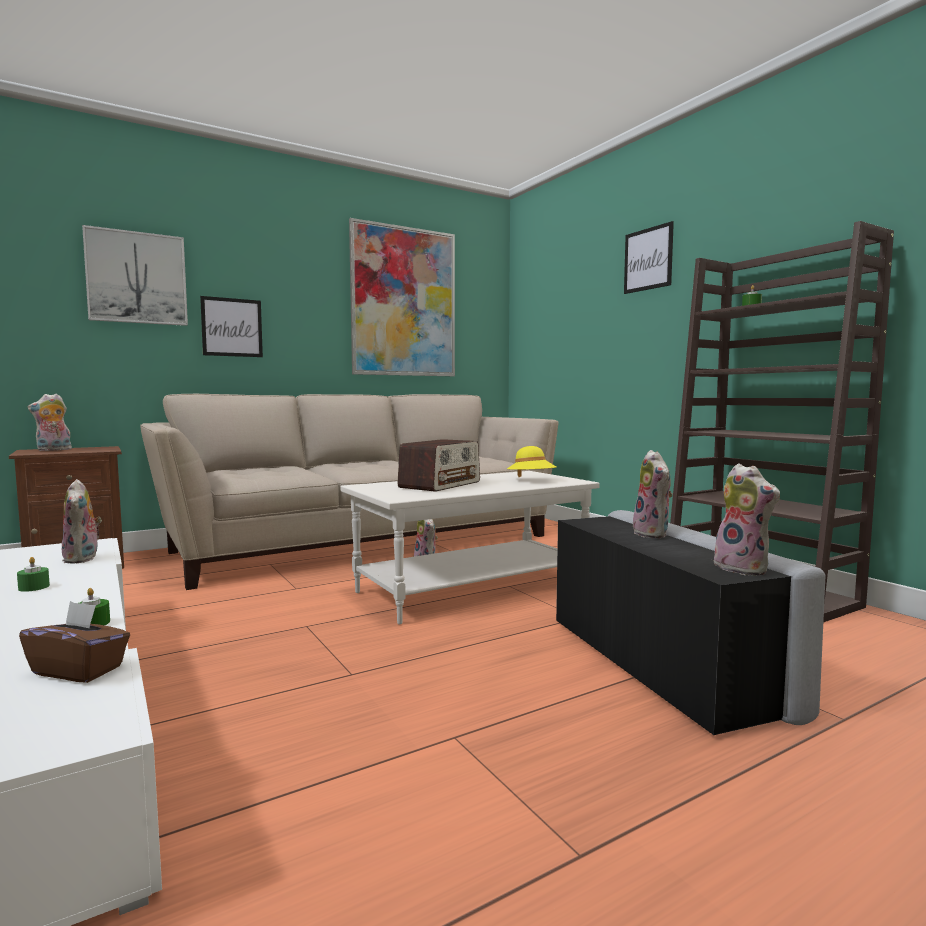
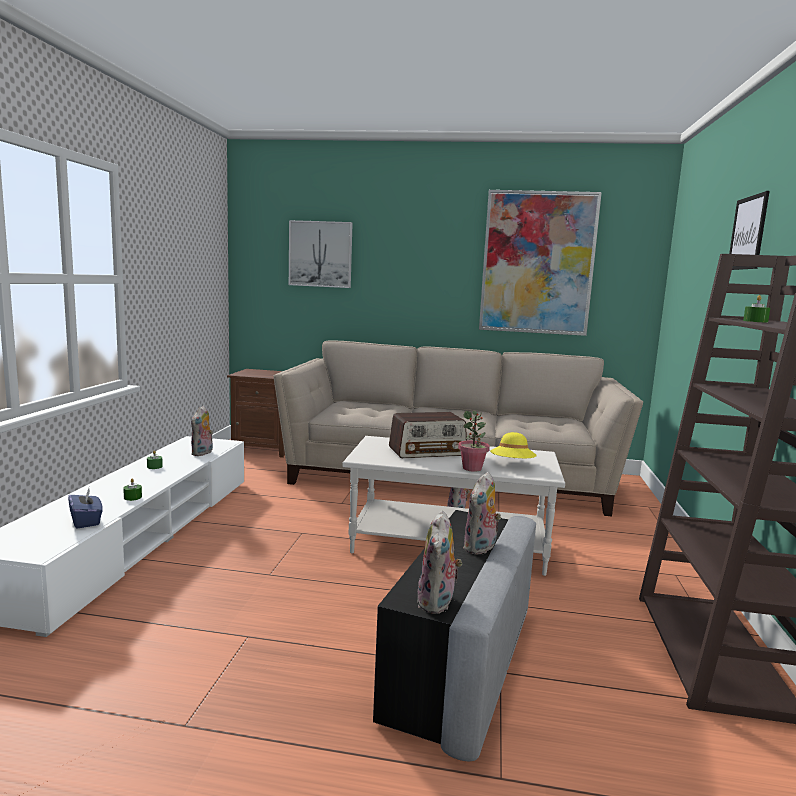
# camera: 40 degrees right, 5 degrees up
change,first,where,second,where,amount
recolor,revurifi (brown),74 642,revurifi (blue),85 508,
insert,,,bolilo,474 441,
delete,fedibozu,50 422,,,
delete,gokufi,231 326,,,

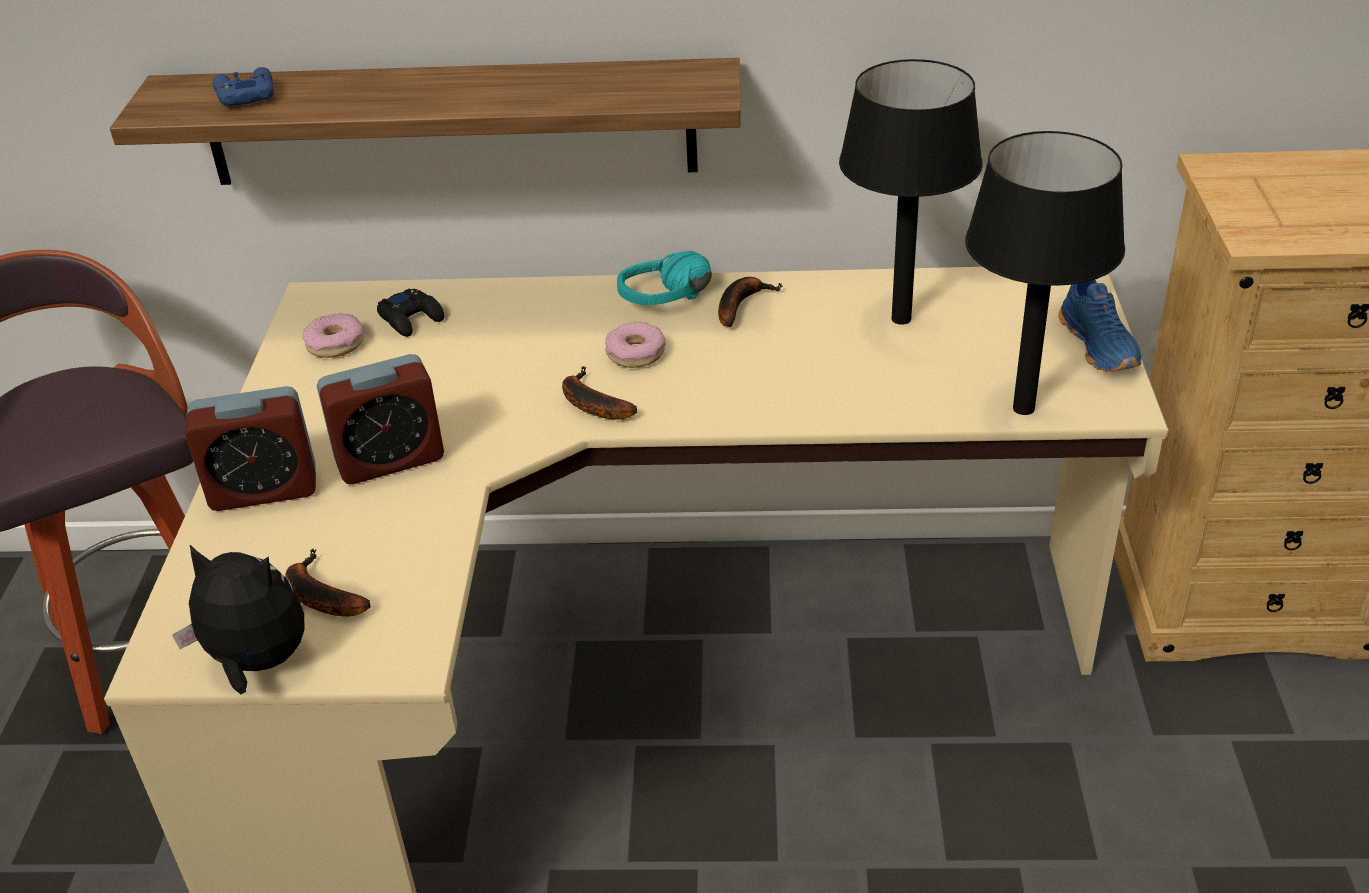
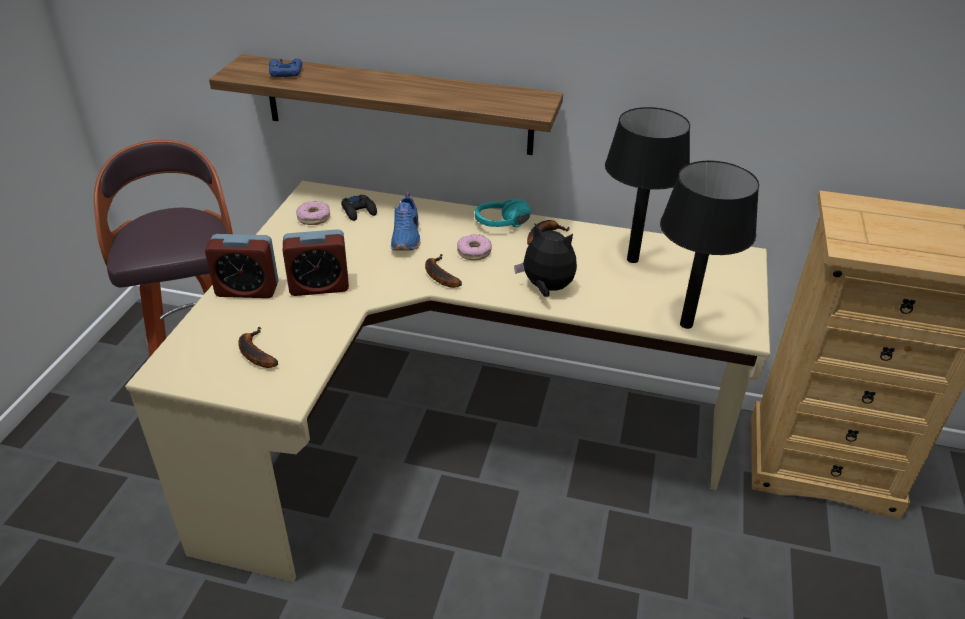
# camera: 10 degrees right, 0 degrees up
change,first,where,second,where,amount
move,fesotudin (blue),1099 326,,406 221,
move,fedibozu,238 619,,545 260,

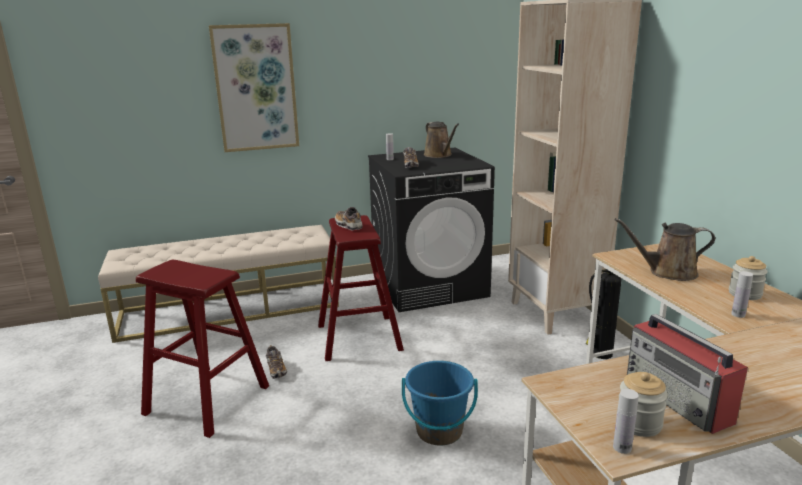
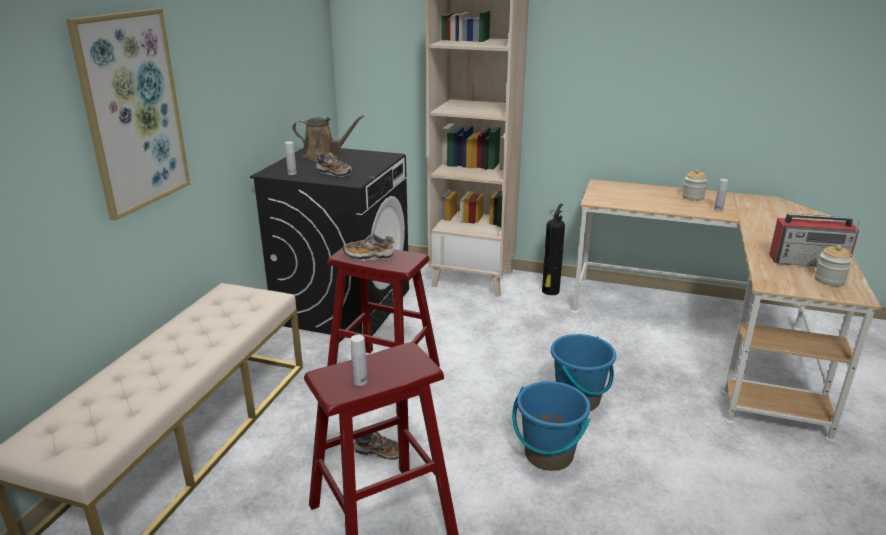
# camera: 55 degrees left, 5 degrees up
change,first,where,second,where,amount
move,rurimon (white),626 421,,359 360,
insert,,,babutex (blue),551 426,
delete,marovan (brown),665 249,,,

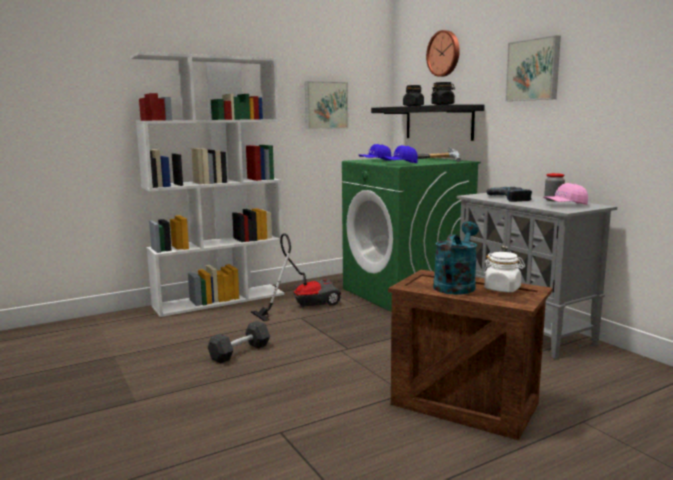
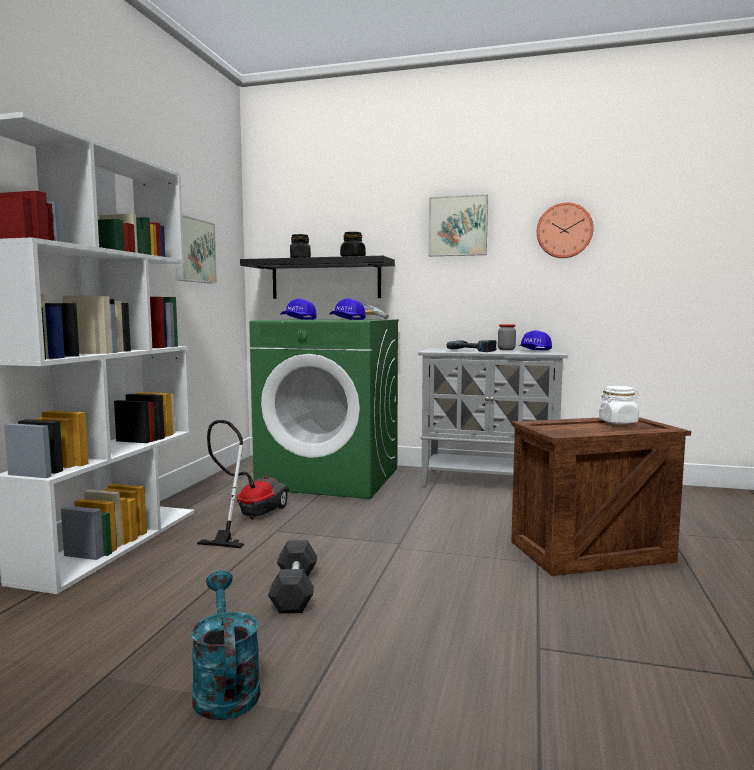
# camera: 45 degrees left, 5 degrees down
change,first,where,second,where,amount
move,marovan (turquoise),456 257,,225 645,
recolor,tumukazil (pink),565 194,tumukazil (blue),535 340,
move,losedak,443 53,,565 230,

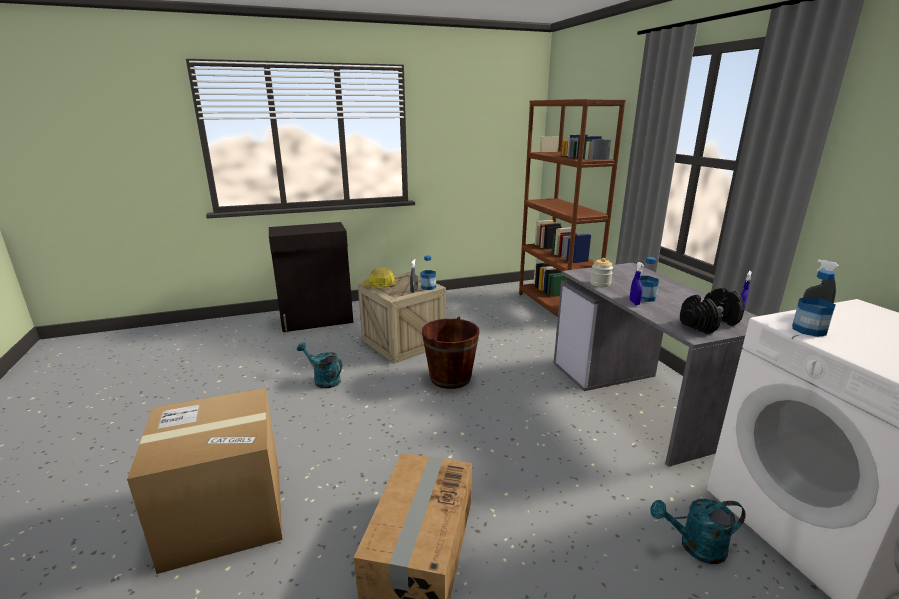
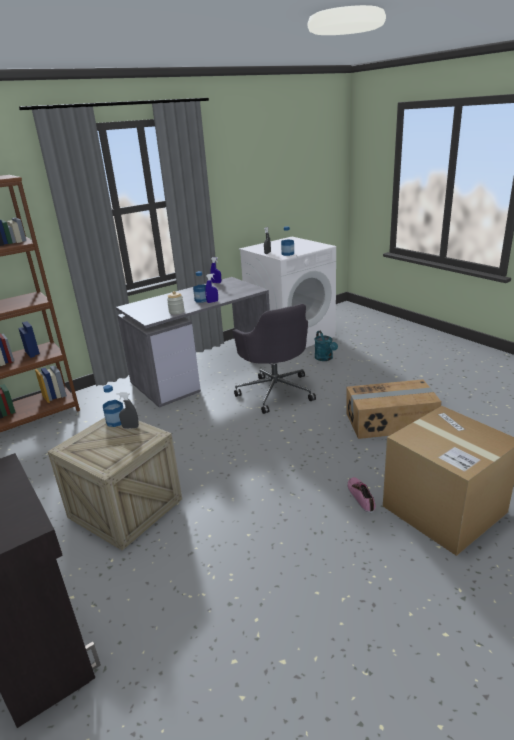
# camera: 105 degrees left, 5 degrees up
change,first,where,second,where,amount
insert,,,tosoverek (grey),274 359,
insert,,,fesotudin,361 495,
delete,marovan (turquoise),319 365,,,
delete,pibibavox,379 278,,,
delete,babutex (brown),451 353,,,
delete,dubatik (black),712 311,,,

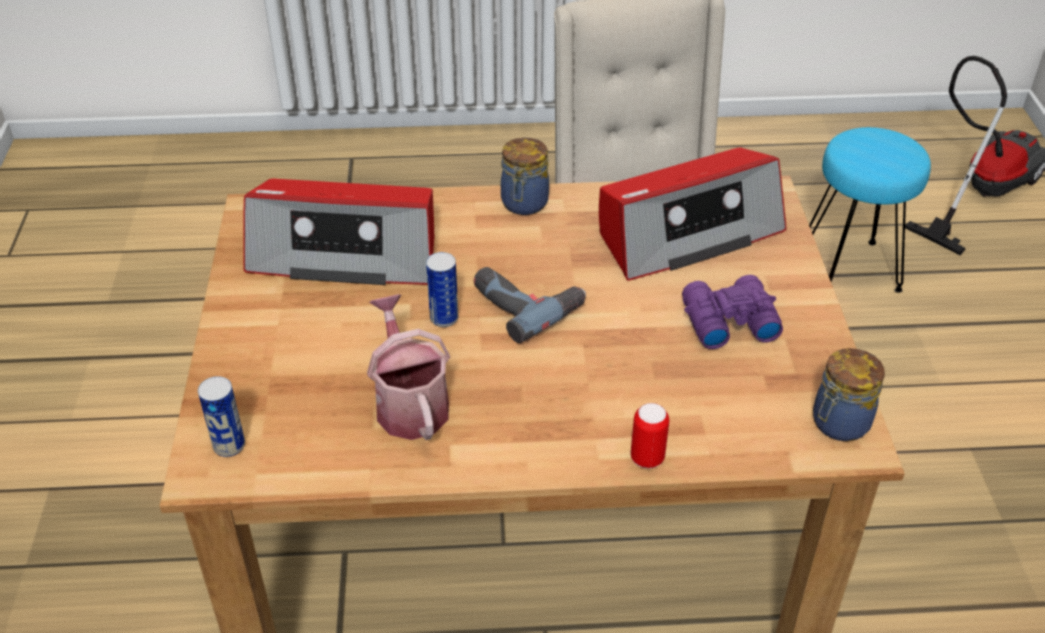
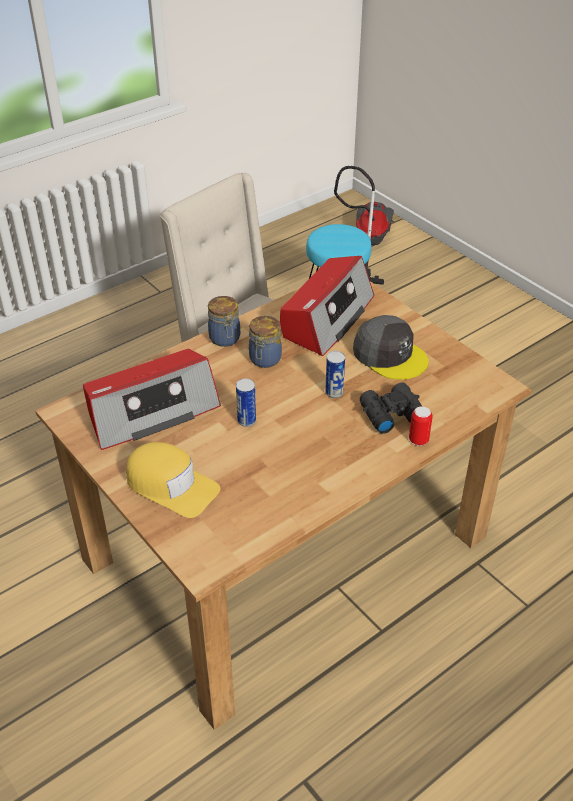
# camera: 35 degrees left, 0 degrees up
change,first,where,second,where,amount
insert,,,tumukazil (yellow),173 480,
move,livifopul,849 394,,265 342,
move,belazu,221 416,,335 374,
replace,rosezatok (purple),732 312,tumukazil (grey),391 347,
insert,,,rosezatok (black),391 408,
delete,marovan,408 367,,,
delete,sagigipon,530 305,,,

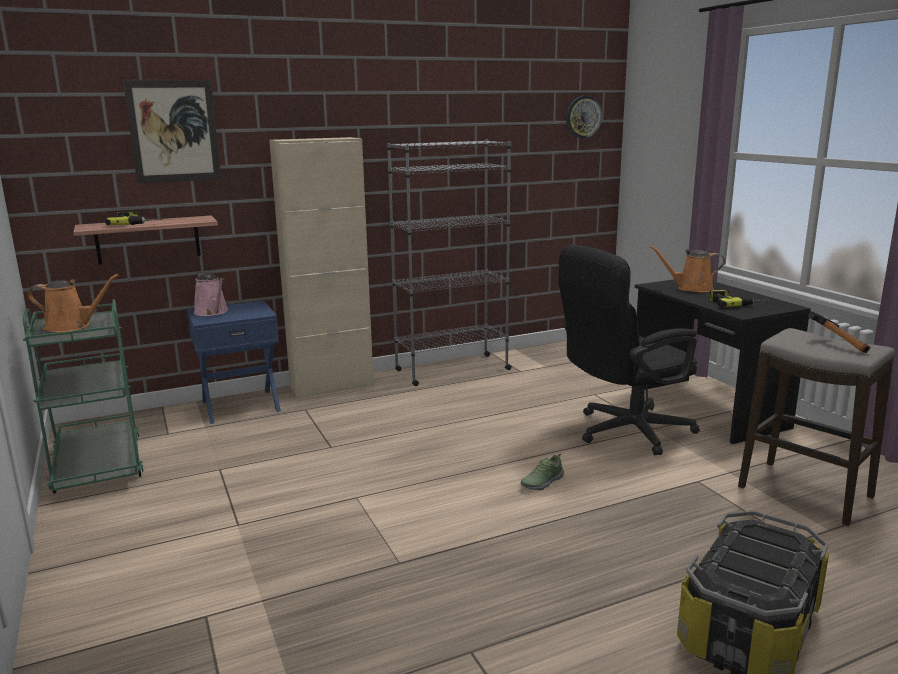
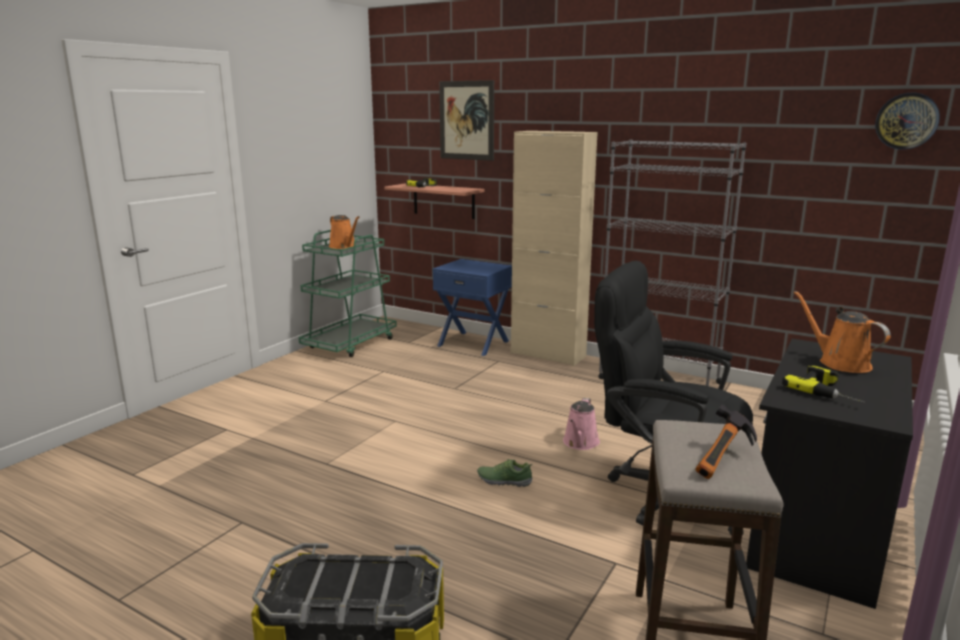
# camera: 55 degrees right, 0 degrees up
change,first,where,second,where,amount
move,marovan (pink),211 294,,581 424,

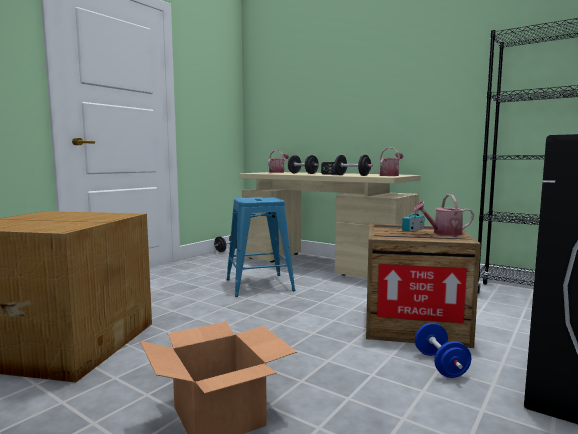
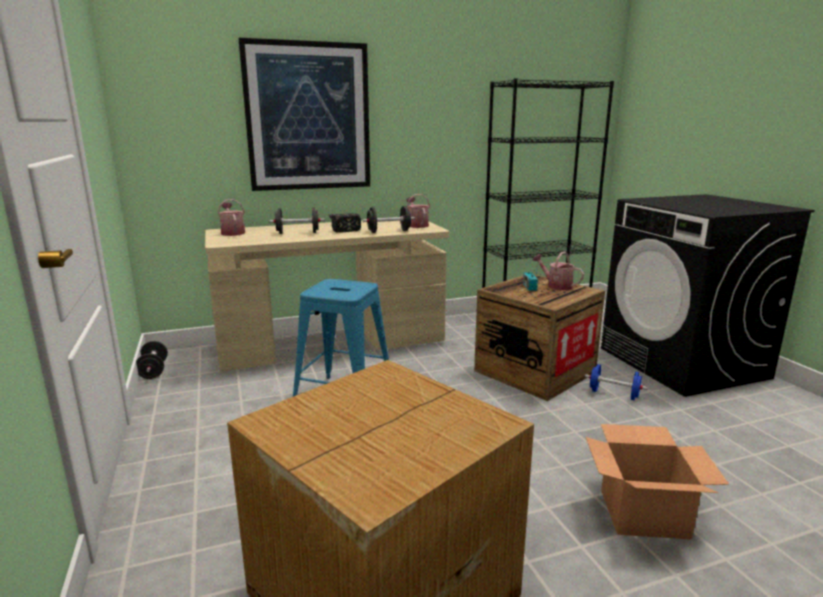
# camera: 55 degrees left, 10 degrees up
change,first,where,second,where,amount
insert,,,gokufi,304 114,
rotate,marovan,444 215,,558 270,105 degrees clockwise

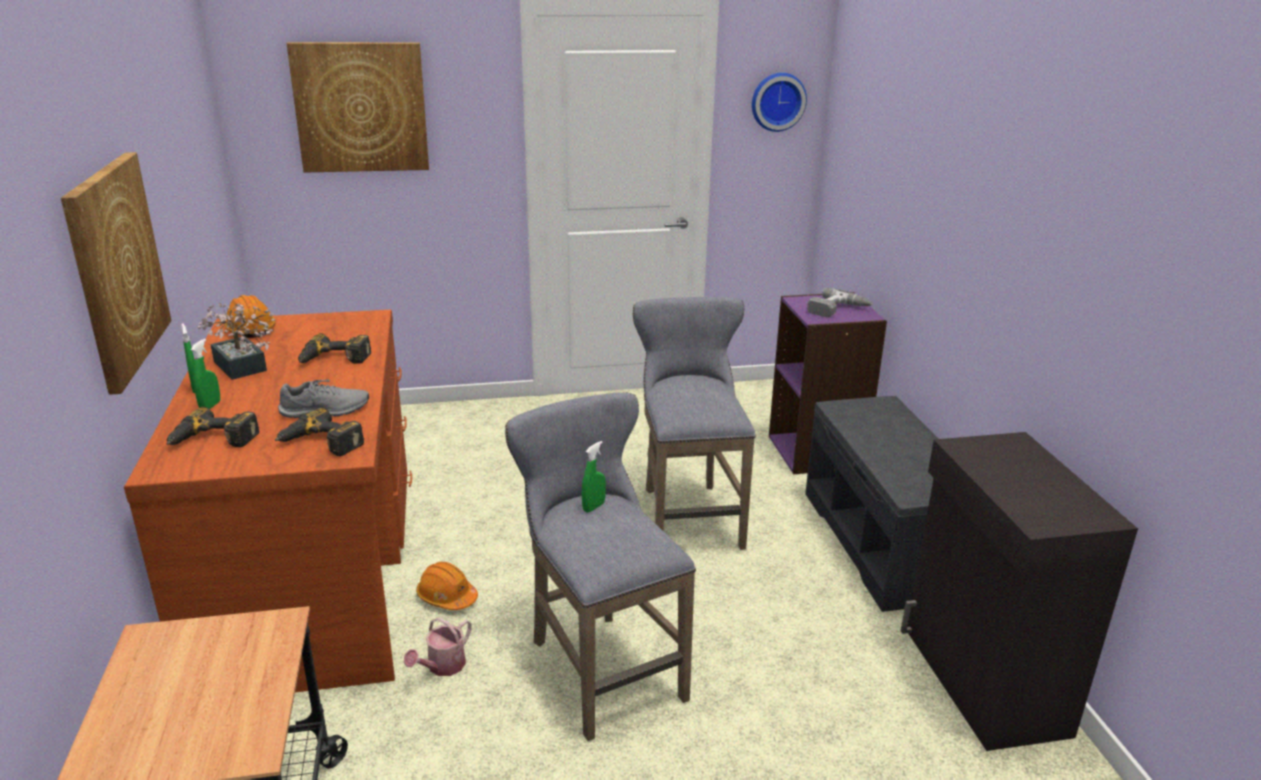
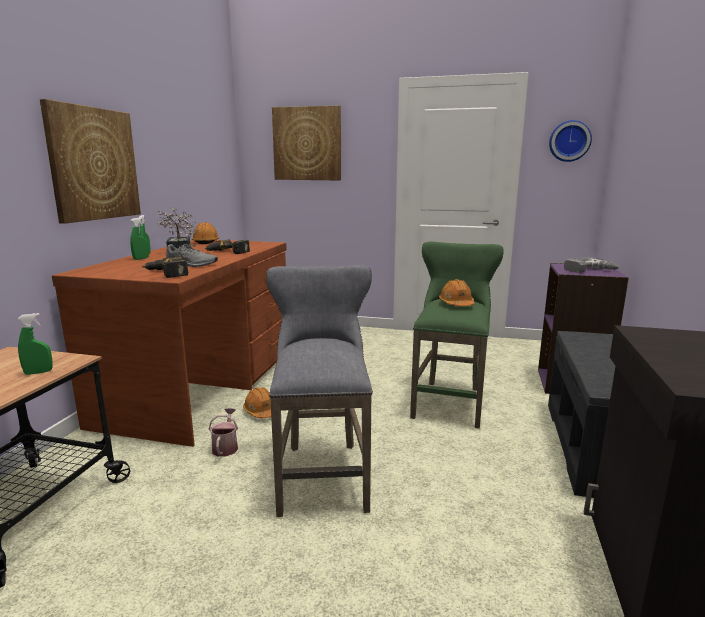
# camera: 25 degrees right, 10 degrees down
change,first,where,second,where,amount
move,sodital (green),594 476,,35 344,
rotate,marovan,438 646,,223 432,120 degrees clockwise
recolor,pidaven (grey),694 423,pidaven (green),457 335,
insert,,,pibibavox (orange),457 292,
delete,sagigipon,212 427,,,

